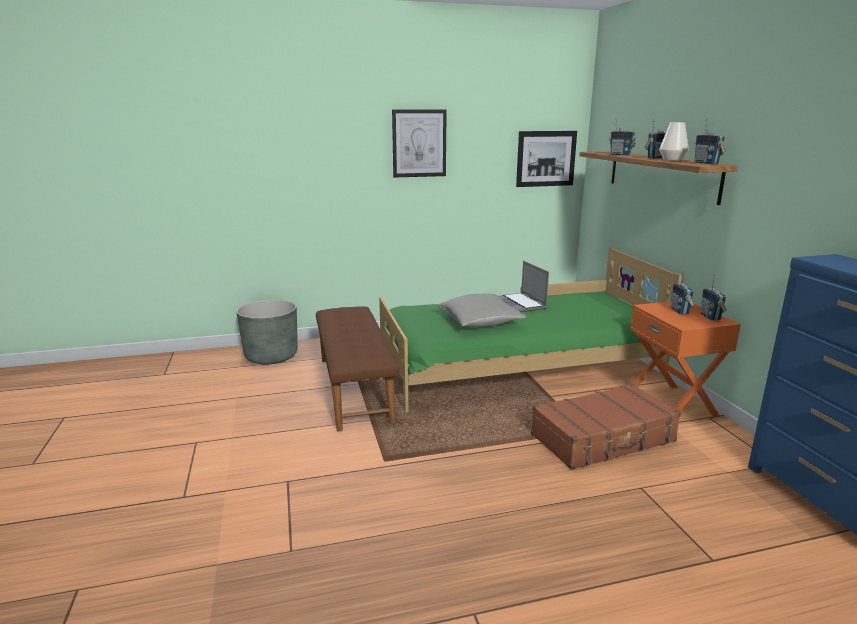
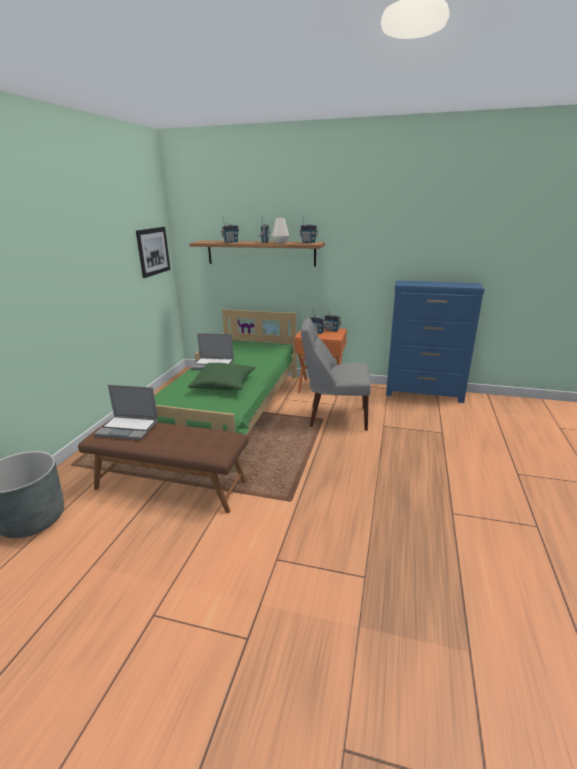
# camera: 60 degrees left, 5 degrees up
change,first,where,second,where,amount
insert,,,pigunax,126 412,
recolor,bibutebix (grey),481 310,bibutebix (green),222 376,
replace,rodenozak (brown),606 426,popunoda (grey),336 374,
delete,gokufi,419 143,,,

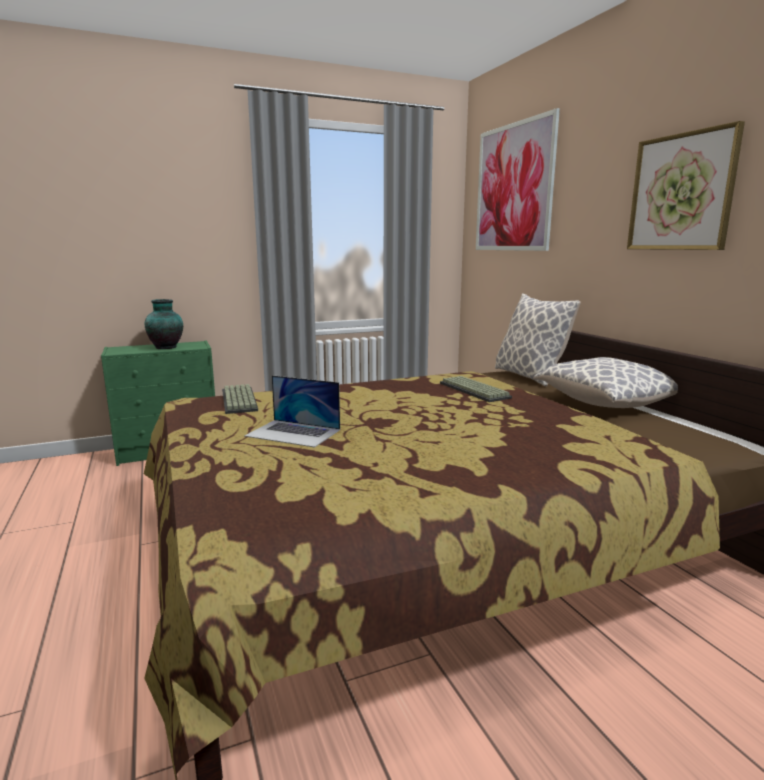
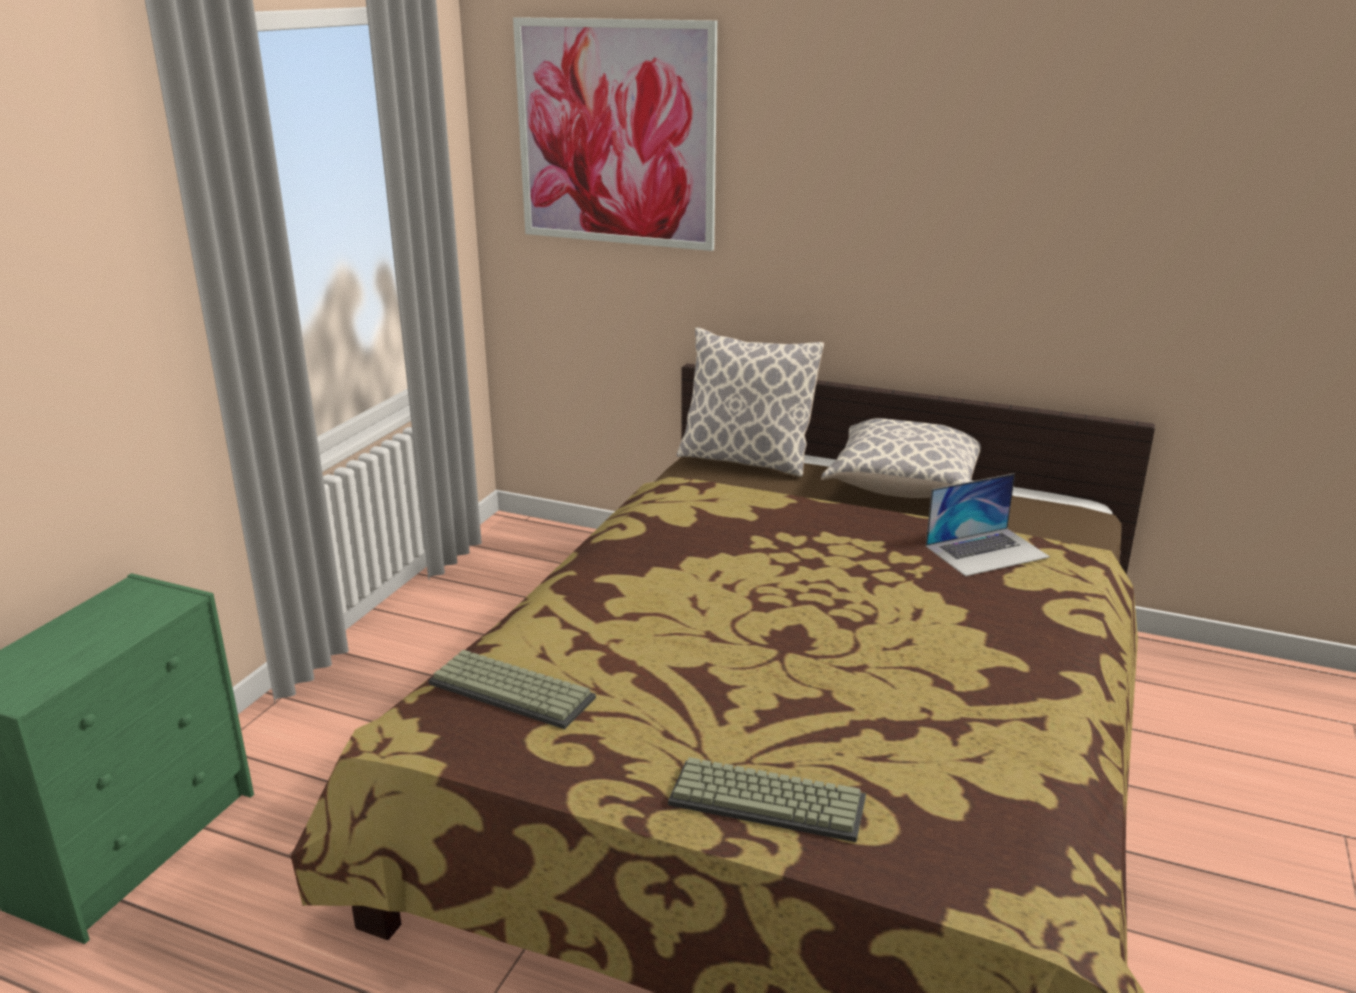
# camera: 45 degrees left, 10 degrees up
change,first,where,second,where,amount
move,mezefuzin,476 389,,767 799,
move,pigunax,292 411,,988 524,
delete,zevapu,164 324,,,
delete,gokufi,686 185,,,

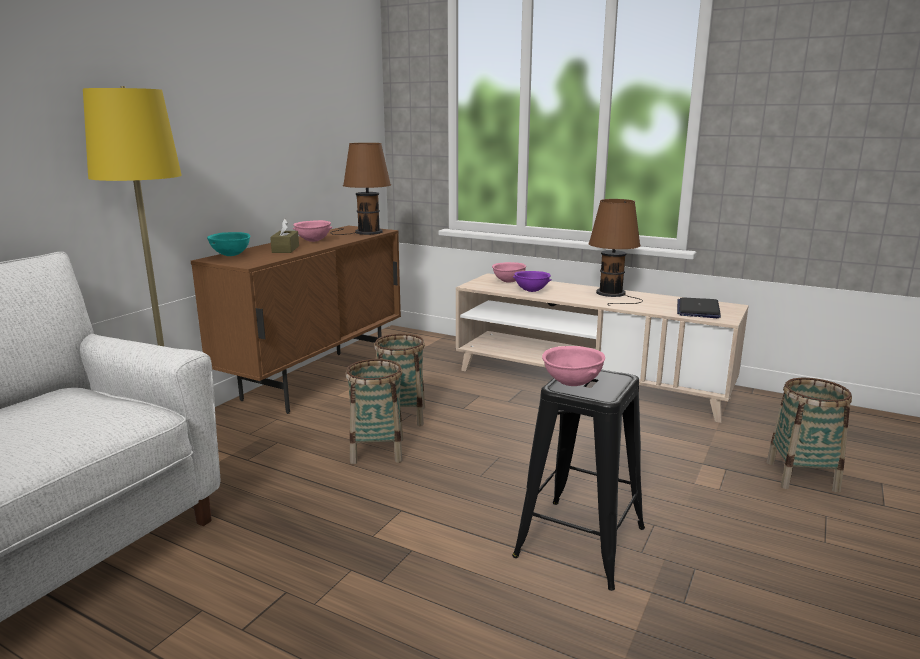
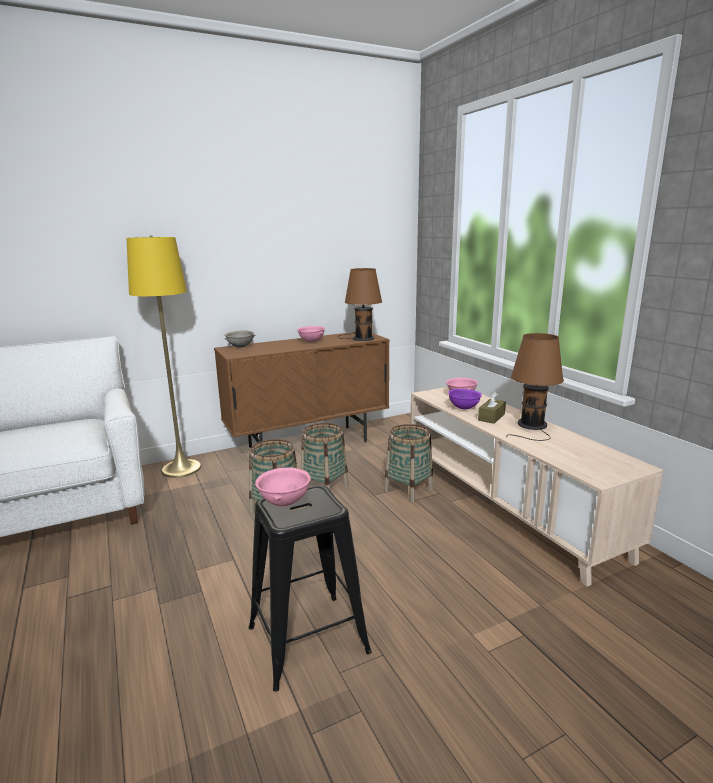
# camera: 35 degrees right, 0 degrees up
change,first,where,second,where,amount
recolor,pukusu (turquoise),229 244,pukusu (grey),239 339,
move,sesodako,809 435,,408 463,
move,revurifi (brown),284 236,,492 408,
delete,pigunax,699 307,,,

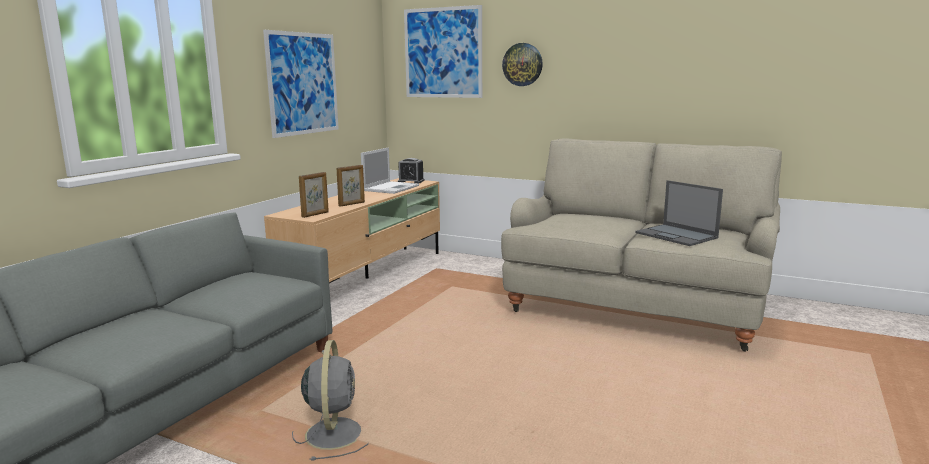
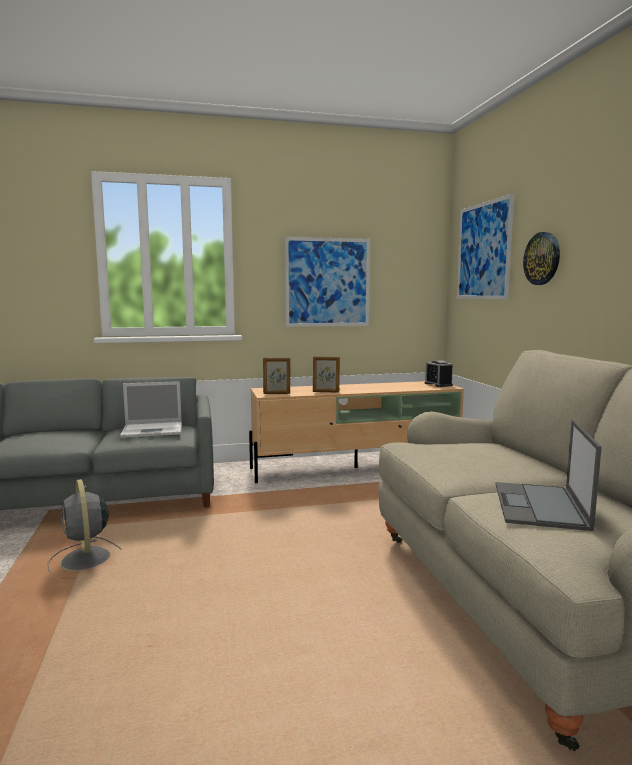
# camera: 50 degrees right, 5 degrees down
change,first,where,second,where,amount
rotate,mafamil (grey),330 400,,85 526,105 degrees clockwise
move,pigunax,390 170,,151 409,

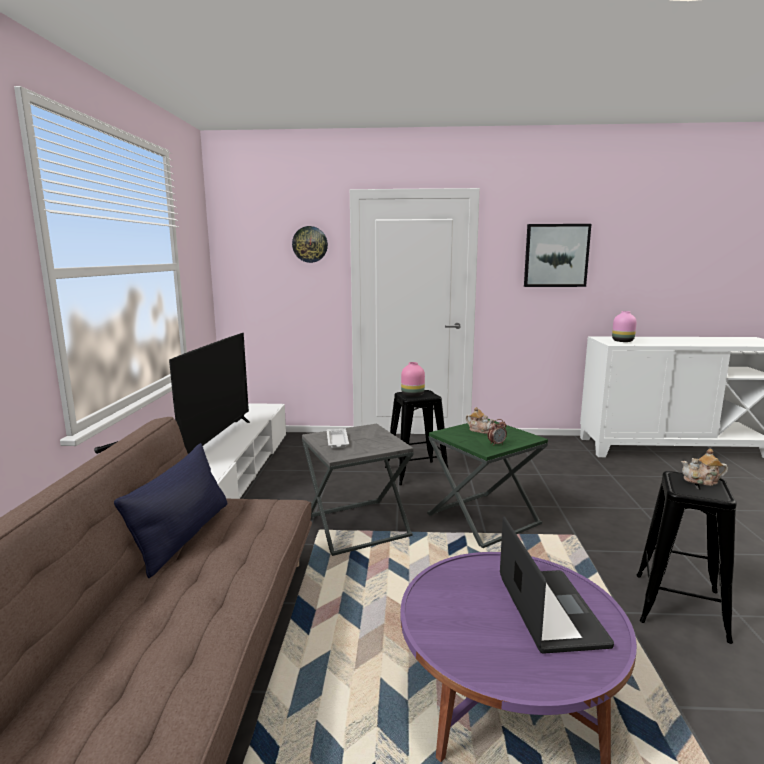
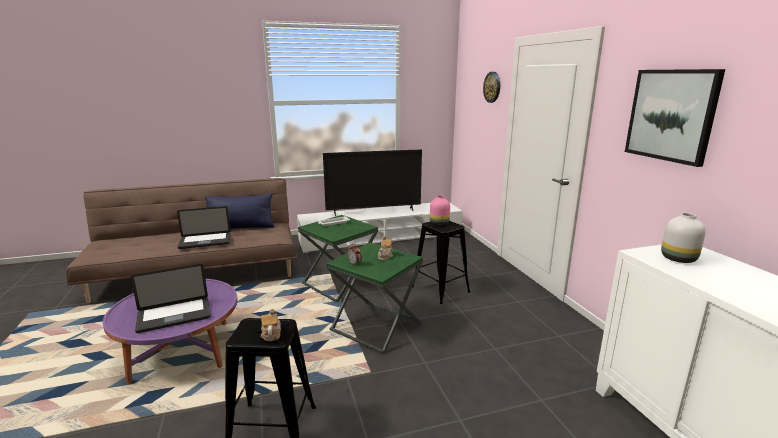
# camera: 70 degrees right, 5 degrees up
change,first,where,second,where,amount
insert,,,pigunax,203 227,
recolor,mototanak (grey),358 490,mototanak (green),338 258,
recolor,zevapu (pink),624 326,zevapu (white),683 238,

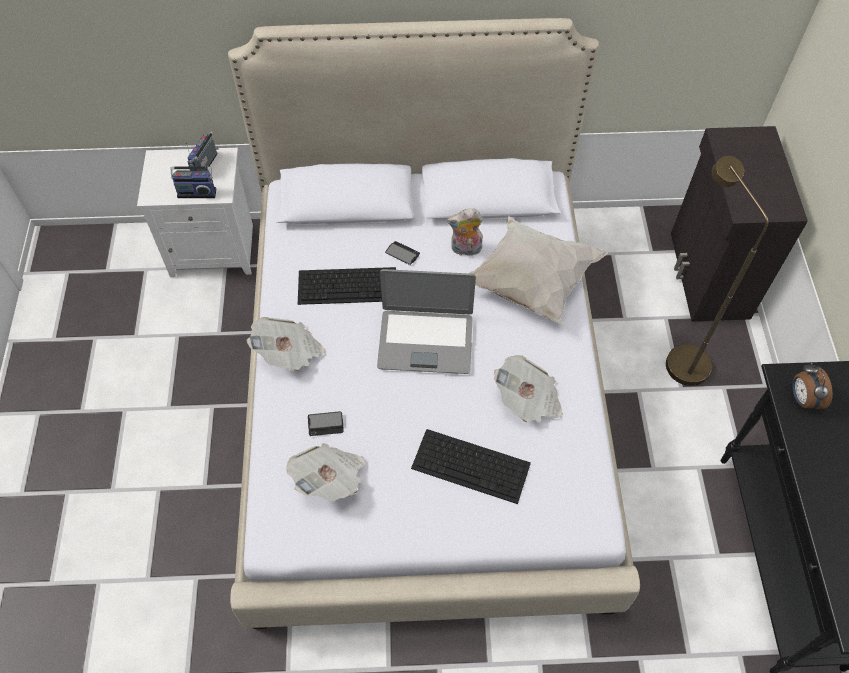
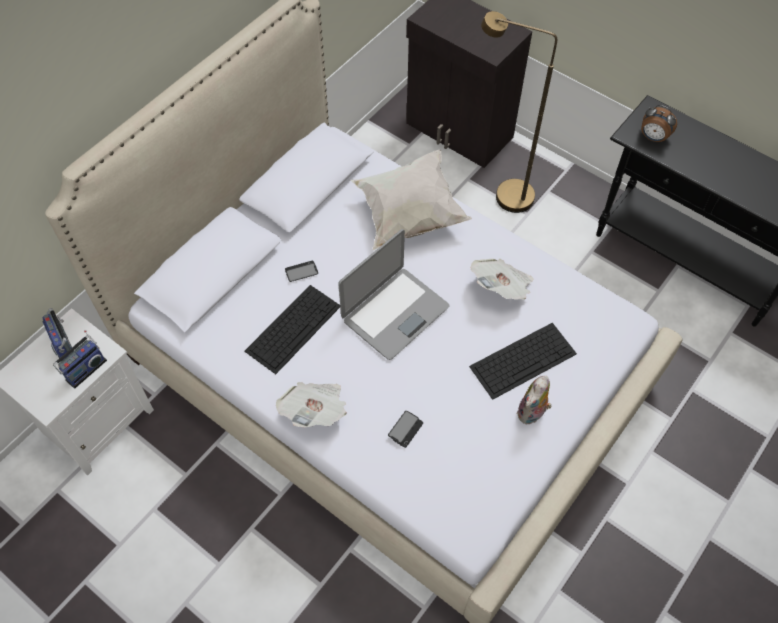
# camera: 50 degrees left, 0 degrees up
change,first,where,second,where,amount
move,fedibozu,465 232,,534 400,
delete,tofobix,325 472,,,

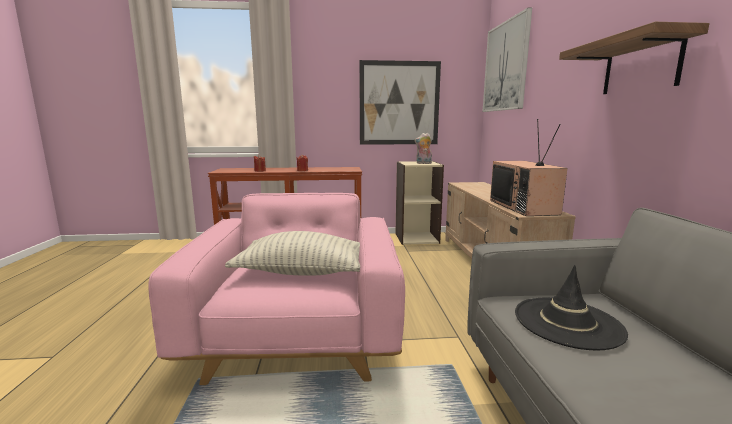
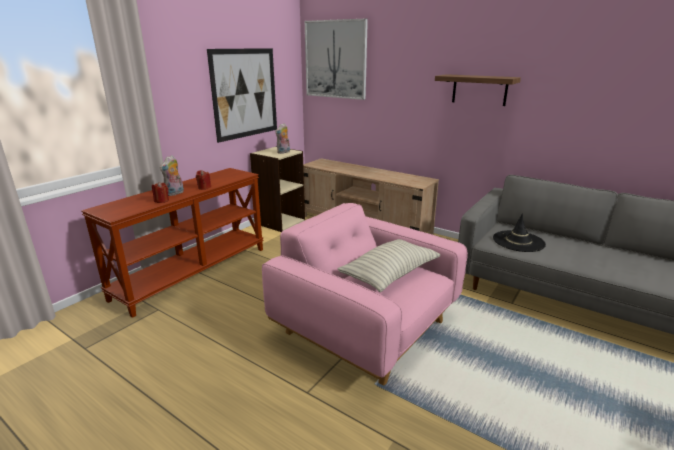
# camera: 50 degrees left, 10 degrees up
change,first,where,second,where,amount
insert,,,fedibozu,171 175,
delete,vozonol,528 167,,,

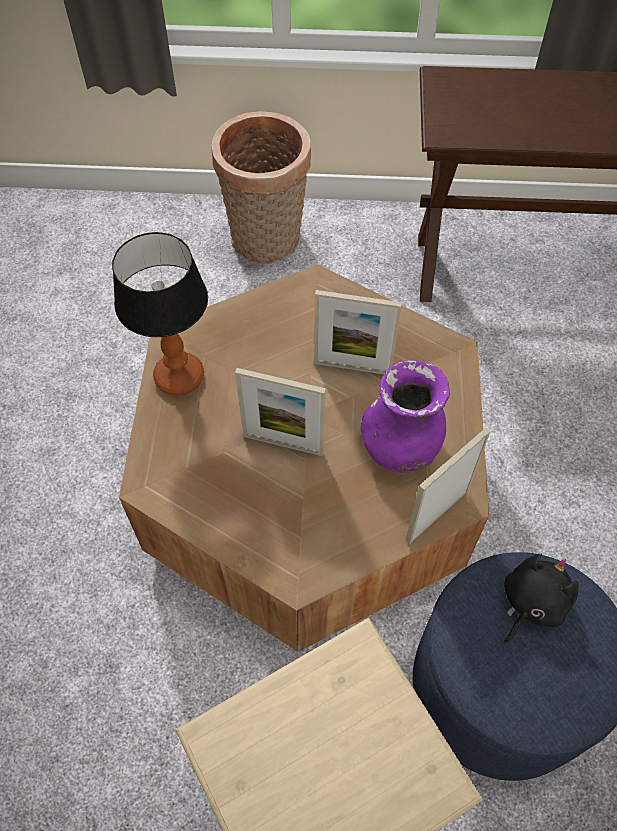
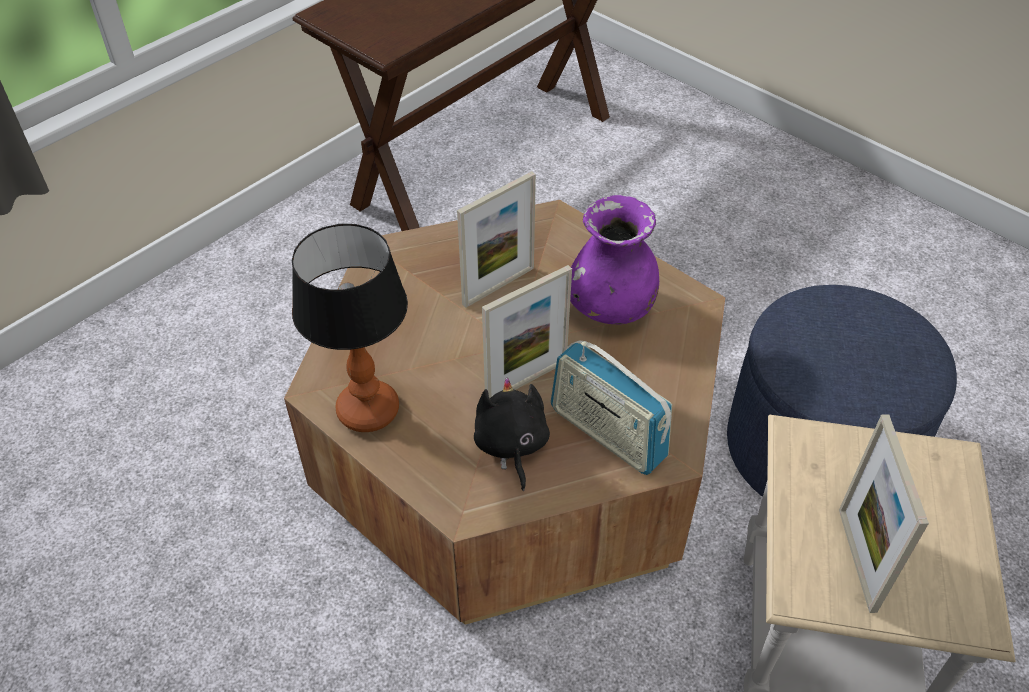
# camera: 50 degrees left, 10 degrees down
change,first,where,second,where,amount
move,fedibozu (black),541 599,,512 434,
insert,,,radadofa,611 408,
move,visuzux,448 486,,884 513,
delete,sesodako,261 187,,,

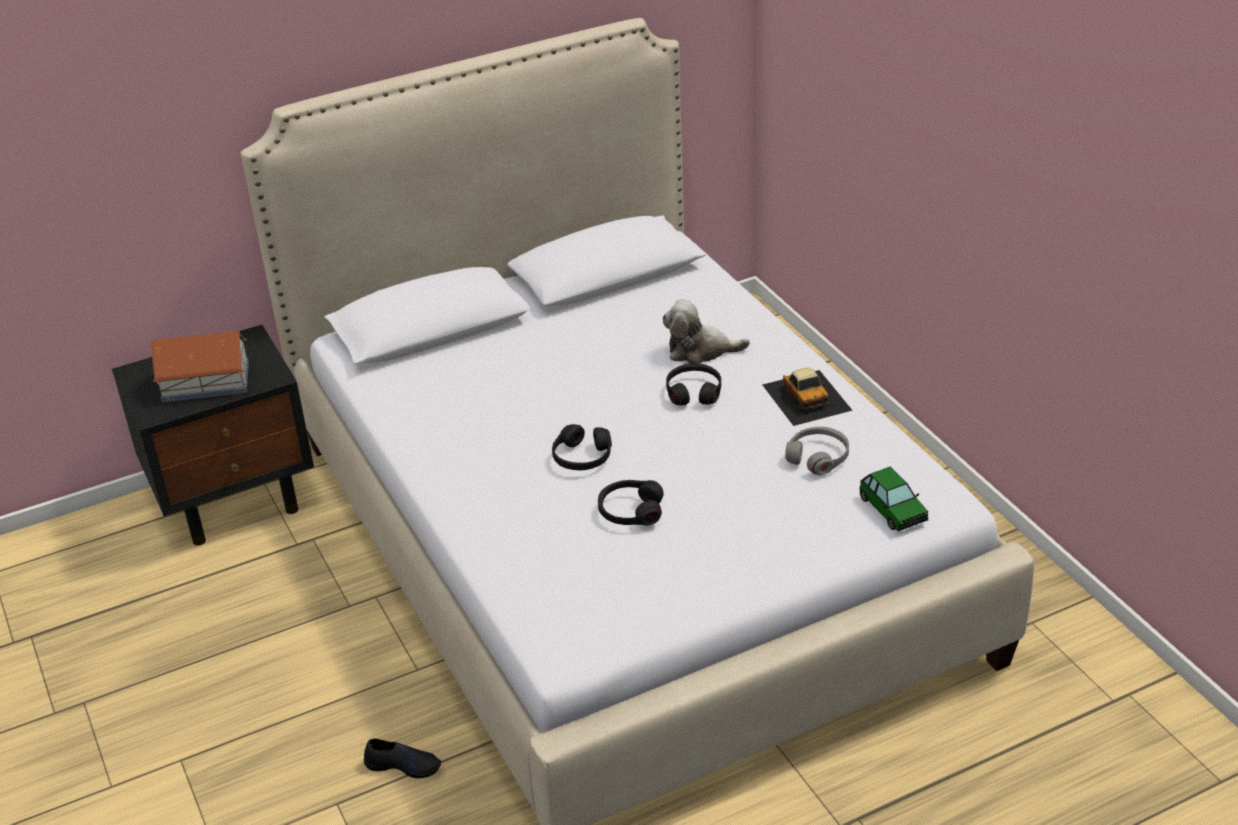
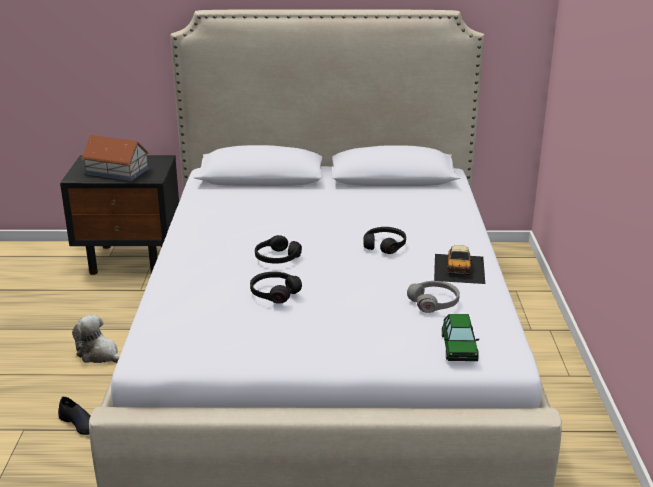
# camera: 25 degrees right, 10 degrees down
change,first,where,second,where,amount
move,fedibozu,706 331,,96 339,

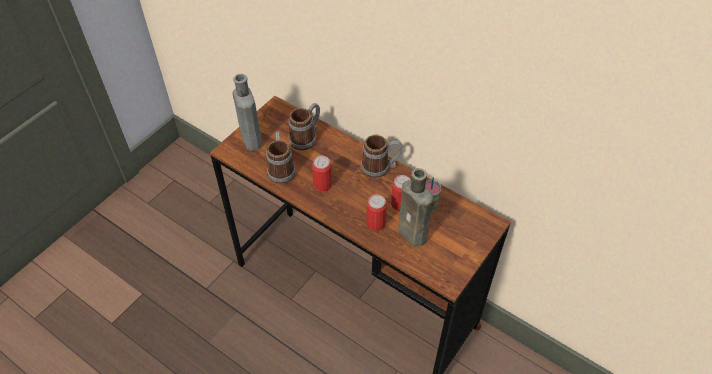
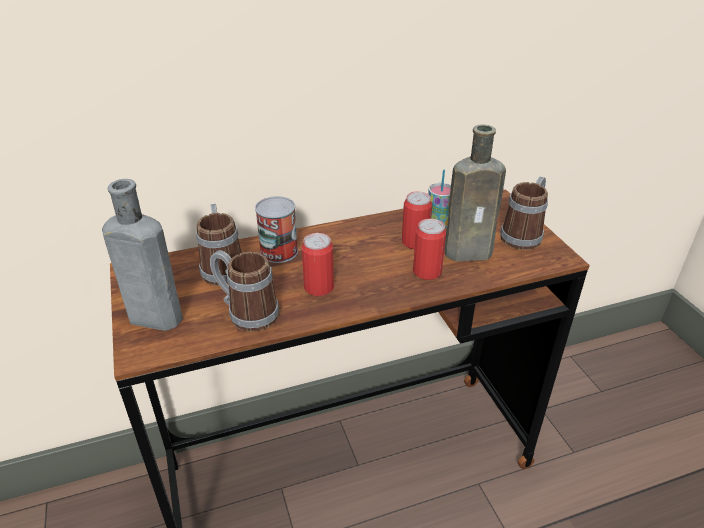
# camera: 55 degrees left, 15 degrees down
change,first,where,second,where,amount
insert,,,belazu,276 229,
move,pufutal,382 156,,524 213,

